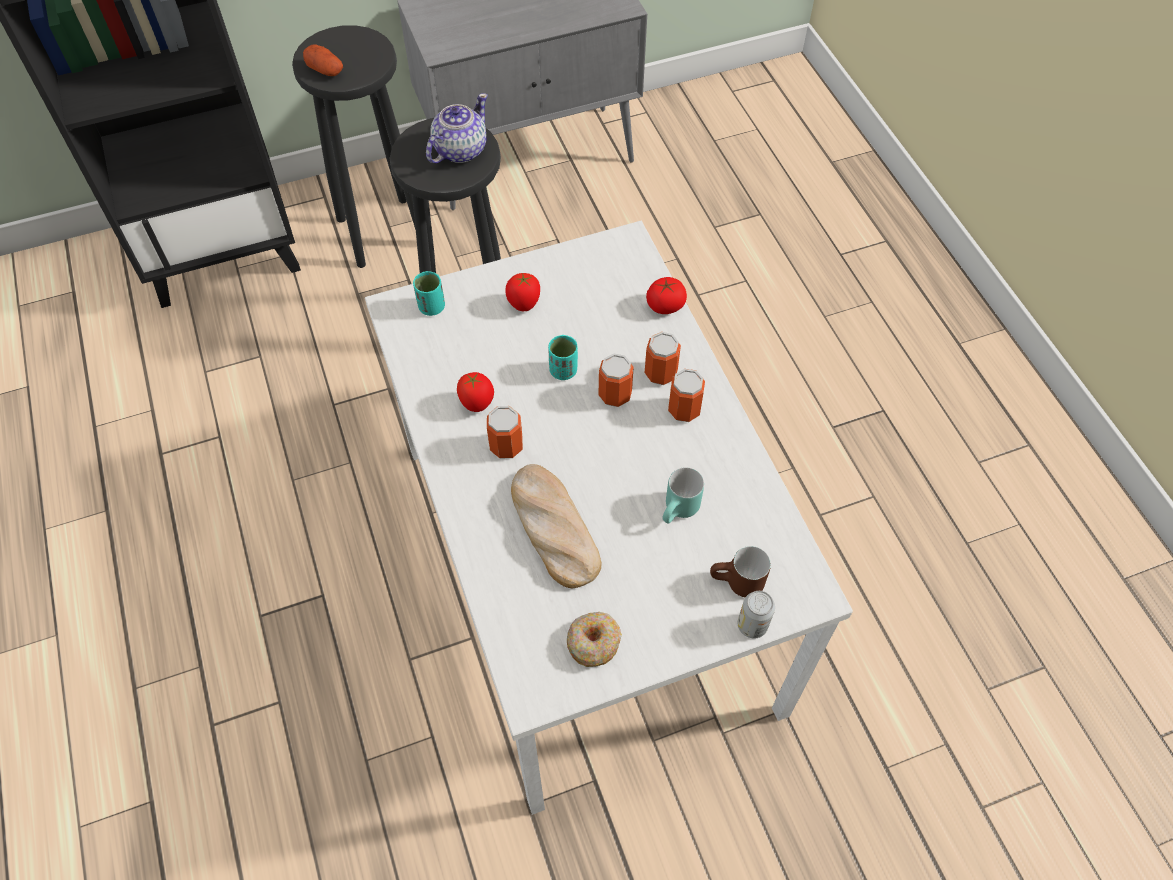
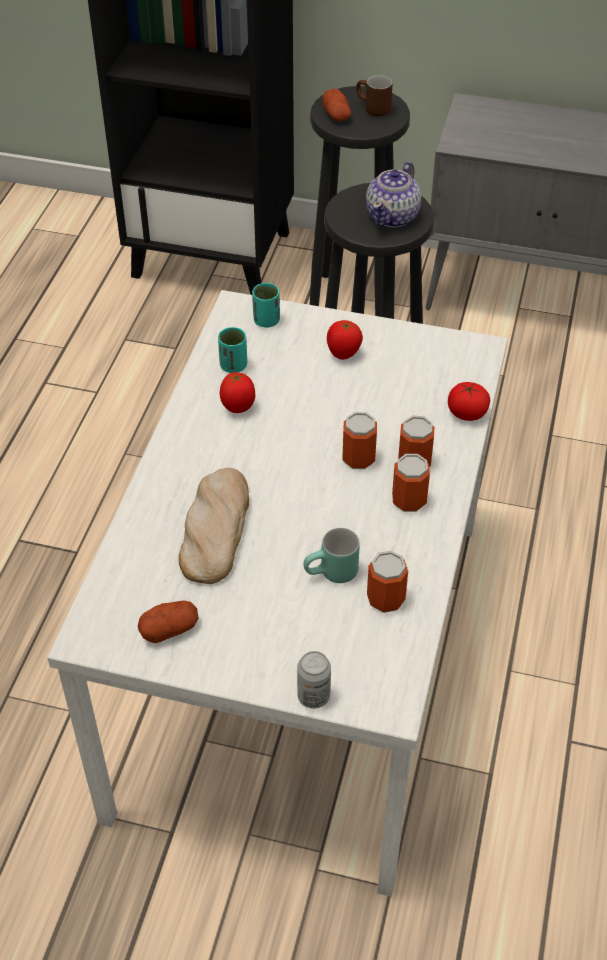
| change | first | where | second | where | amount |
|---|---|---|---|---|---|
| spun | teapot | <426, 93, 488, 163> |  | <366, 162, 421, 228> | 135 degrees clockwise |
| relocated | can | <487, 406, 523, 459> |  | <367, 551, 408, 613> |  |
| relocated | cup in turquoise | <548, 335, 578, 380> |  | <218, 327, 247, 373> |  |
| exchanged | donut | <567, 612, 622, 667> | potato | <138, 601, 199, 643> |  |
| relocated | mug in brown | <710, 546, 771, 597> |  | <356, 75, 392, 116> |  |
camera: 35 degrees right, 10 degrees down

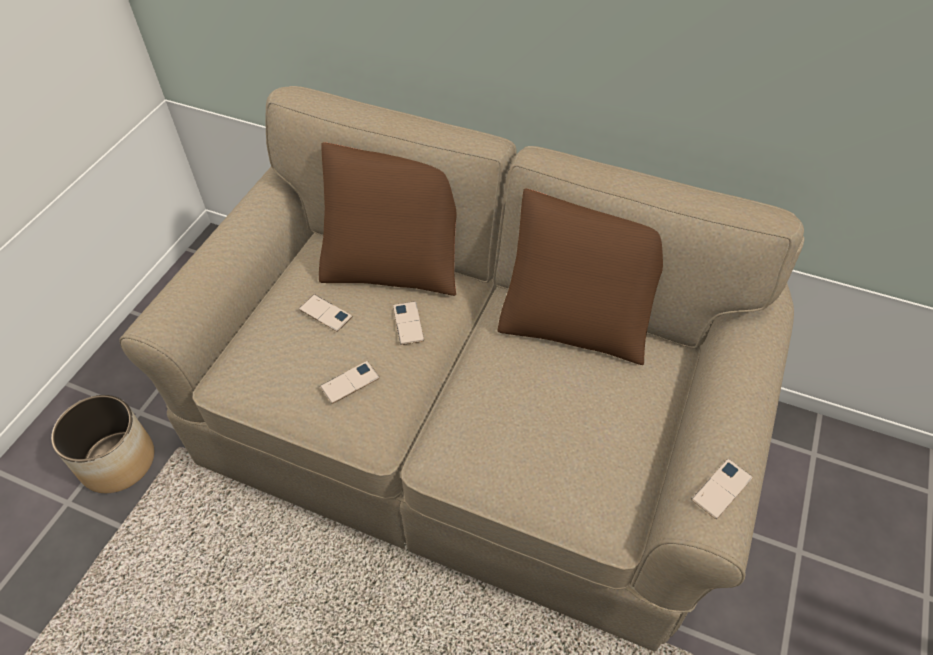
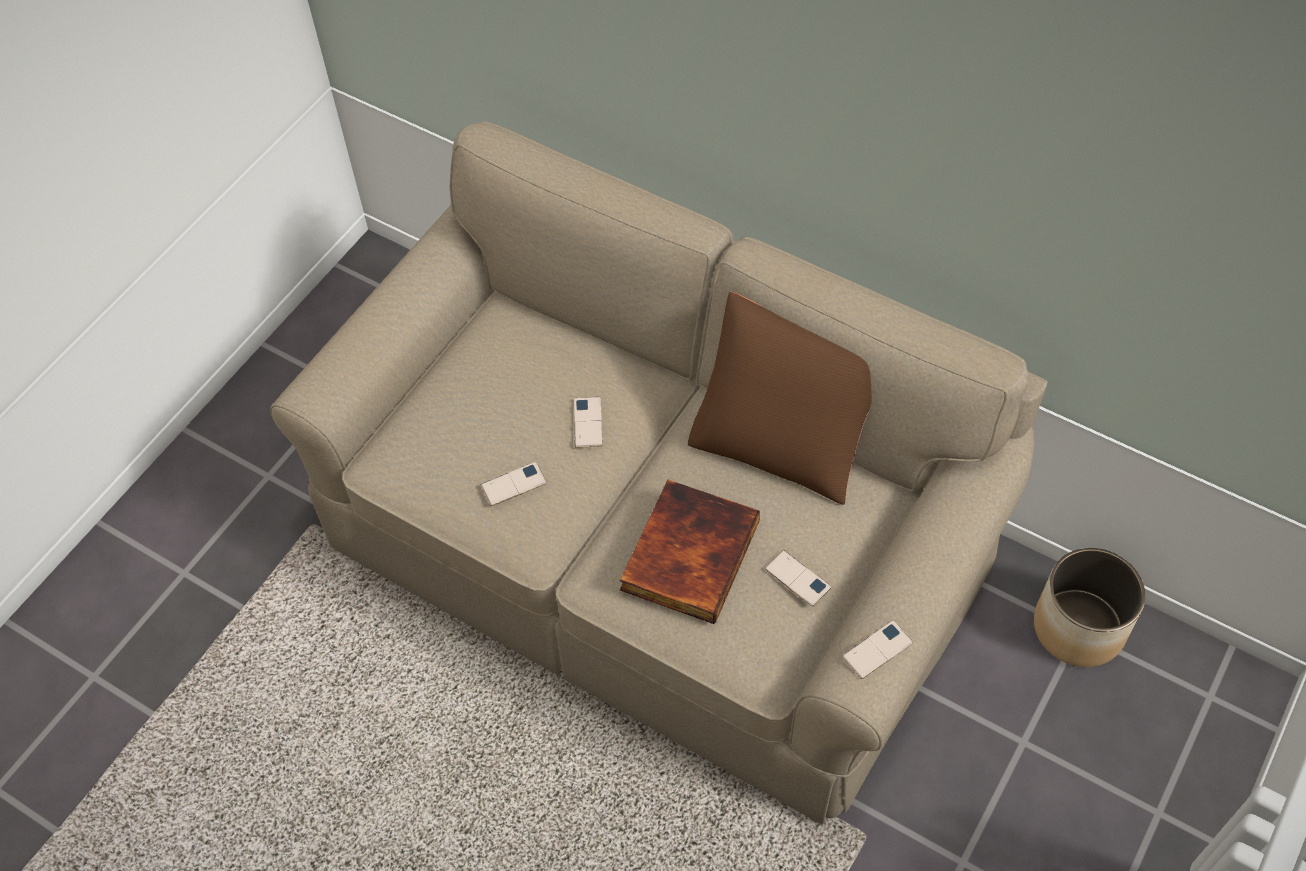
| change | first | where | second | where | amount |
|---|---|---|---|---|---|
| relocated | planter | <51, 395, 154, 493> |  | <1034, 548, 1145, 667> |  |
| relocated | phone | <299, 294, 353, 332> |  | <765, 550, 831, 607> |  |
| missing | pillow in brown | <319, 142, 457, 296> |  |  |  |
| appeared |  |  | book | <620, 480, 760, 624> |  |
camera: 10 degrees right, 5 degrees up

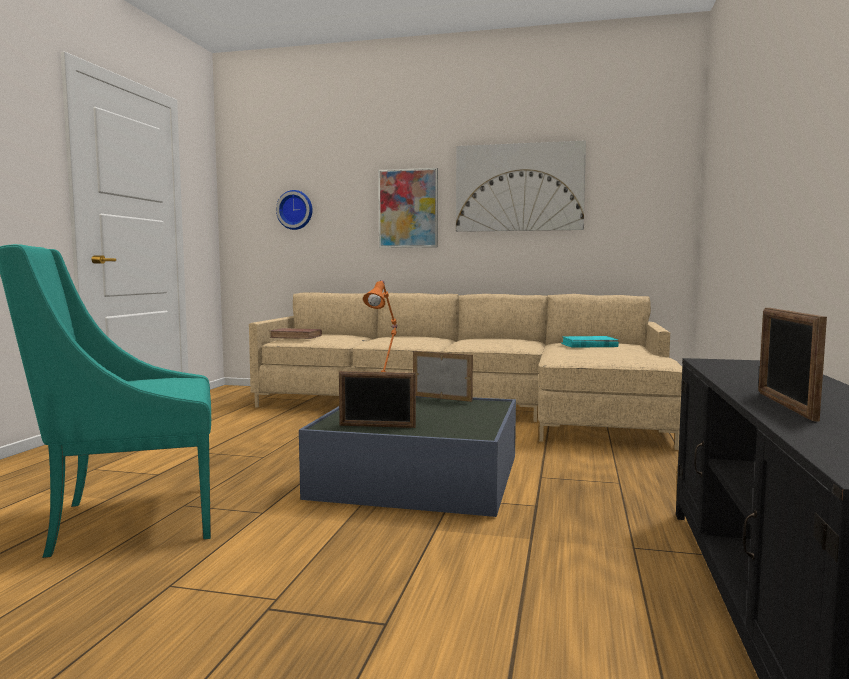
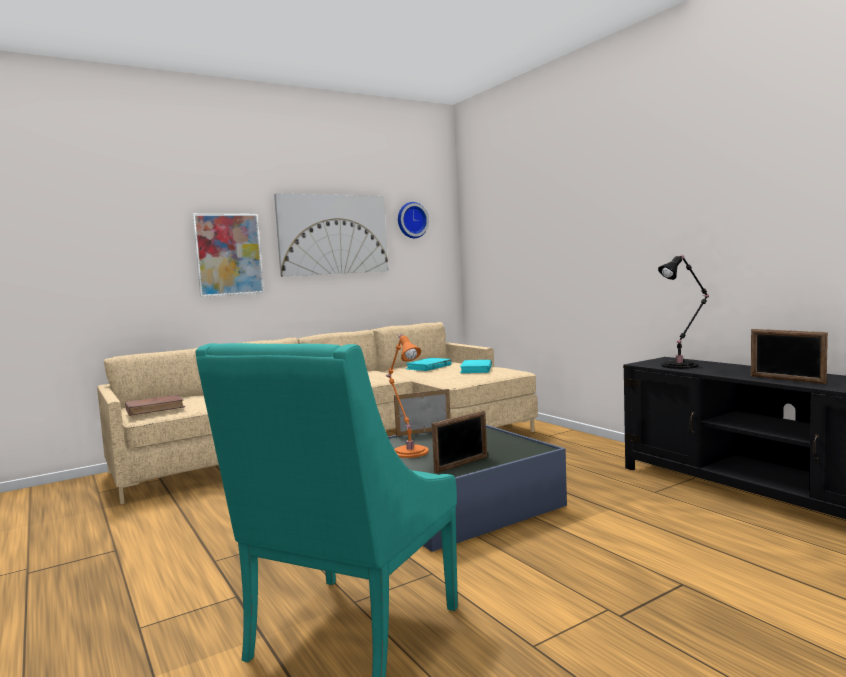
| change | first | where | second | where | amount |
|---|---|---|---|---|---|
| relocated | wall clock | <276, 190, 312, 230> |  | <398, 202, 429, 238> |  |
| appeared |  |  | book in turquoise | <460, 360, 492, 373> |  |
| appeared |  |  | table lamp in black | <658, 255, 709, 369> |  |
camera: 45 degrees left, 0 degrees up

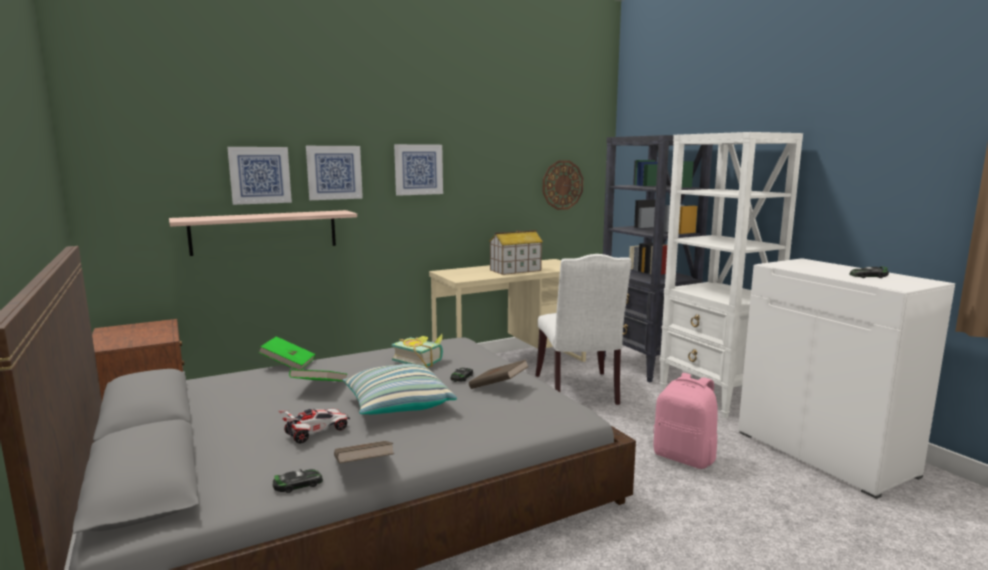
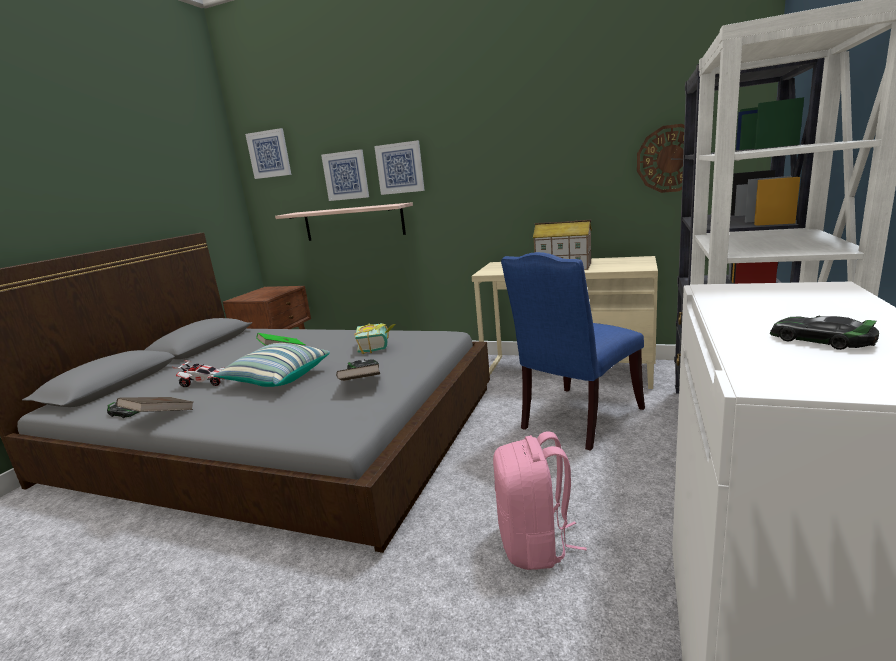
| change | first | where | second | where | amount |
|---|---|---|---|---|---|
| missing | book in green | <258, 336, 315, 370> |  |  |  |
| relocated | picture | <394, 144, 443, 196> |  | <245, 128, 291, 179> |  |
| colour | chair in white | <535, 254, 632, 405> | chair in blue | <501, 252, 645, 451> |  |
camera: 50 degrees right, 5 degrees up

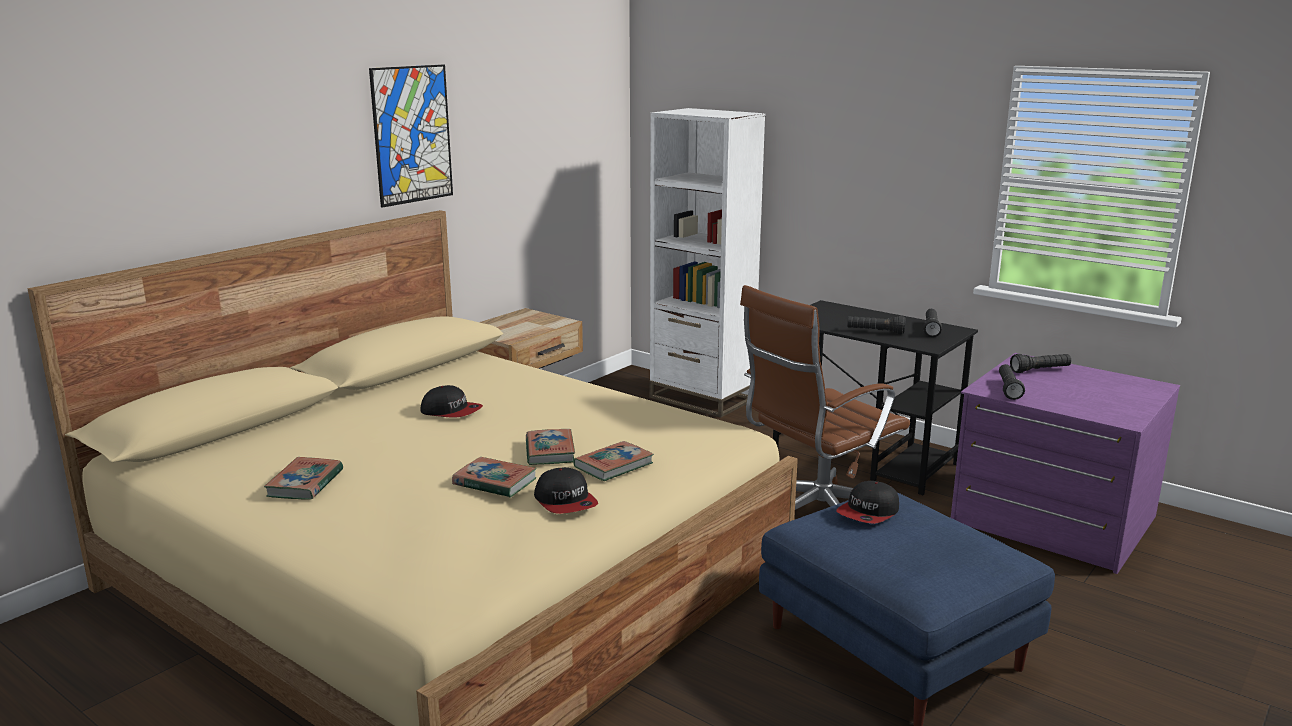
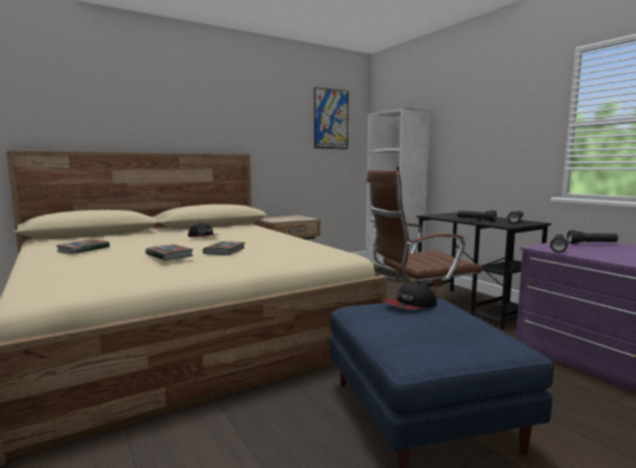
| change | first | where | second | where | amount |
|---|---|---|---|---|---|
| relocated | picture | <369, 64, 453, 208> |  | <314, 87, 348, 149> |  |
| missing | cap | <534, 467, 598, 514> |  |  |  |
| missing | book | <573, 441, 654, 481> |  |  |  |
camera: 20 degrees right, 10 degrees down

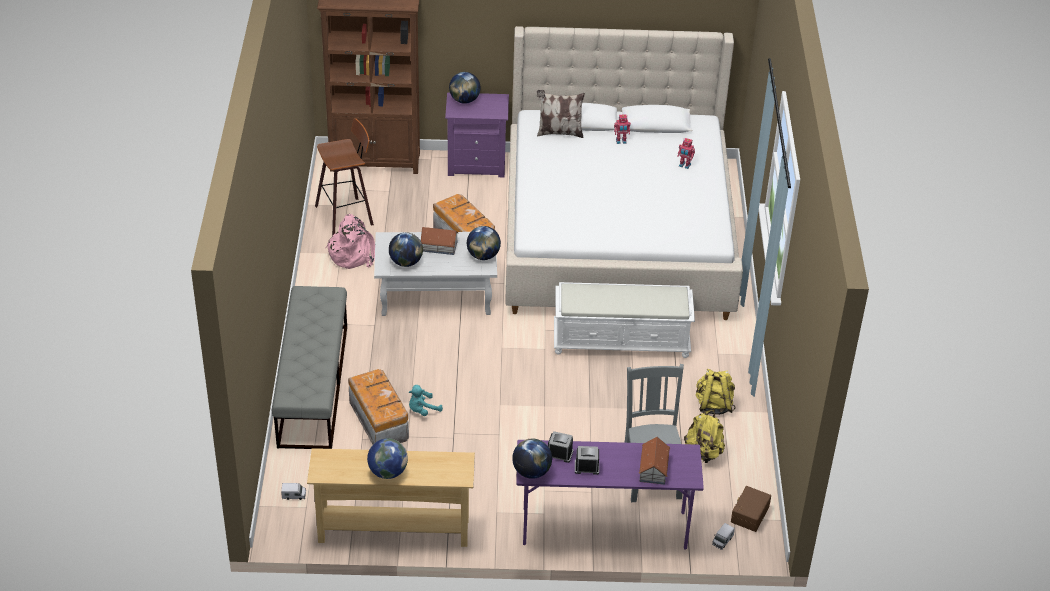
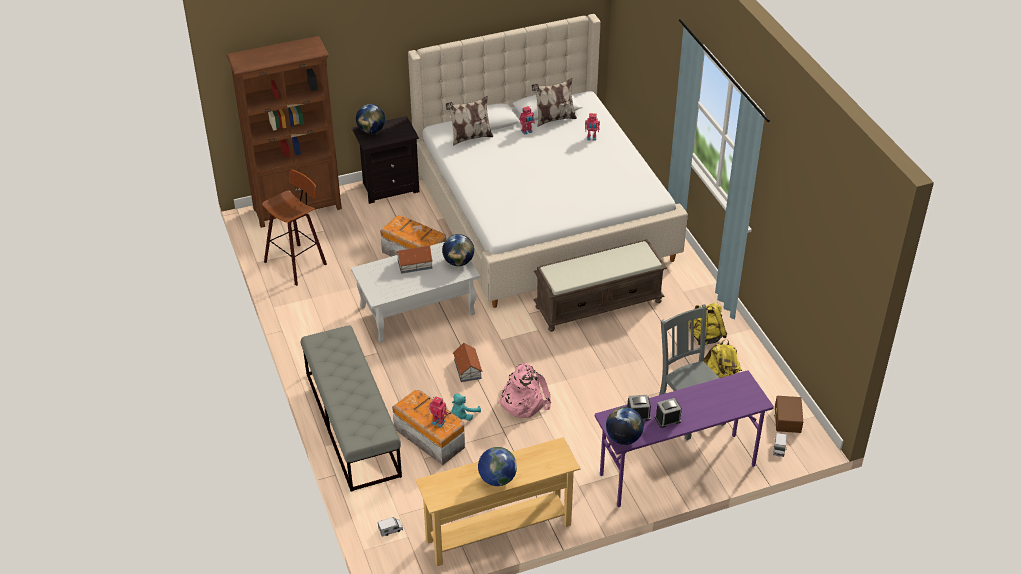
| change | first | where | second | where | amount |
|---|---|---|---|---|---|
| relocated | backpack in pink | <325, 214, 375, 269> |  | <498, 363, 551, 418> |  |
| missing | globe | <389, 232, 423, 267> |  |  |  |
| colour | nightstand in purple | <445, 92, 509, 177> | nightstand in black | <352, 116, 419, 204> |  |
| colour | bench in white | <554, 282, 695, 358> | bench in brown | <533, 239, 667, 332> |  |
| relocated | toy house | <639, 437, 670, 485> |  | <453, 343, 482, 382> |  |
| appeared |  |  | toy robot | <429, 396, 448, 427> |  |
| appeared |  |  | pillow | <532, 78, 577, 127> |  |
camera: 20 degrees left, 0 degrees up

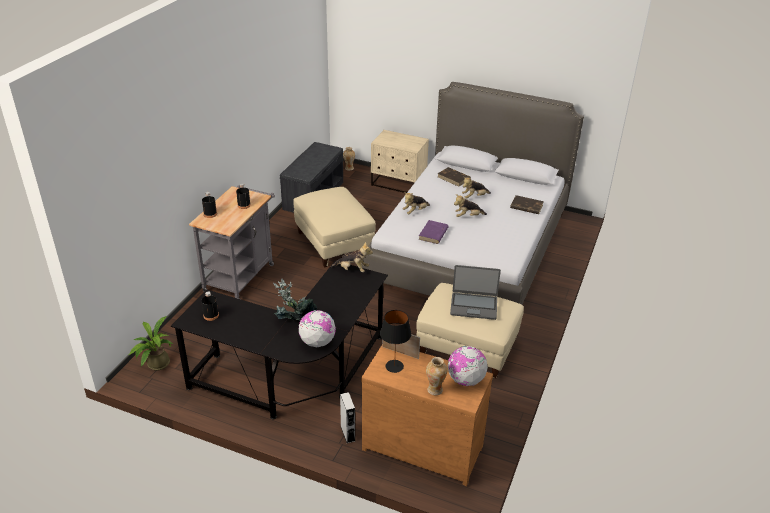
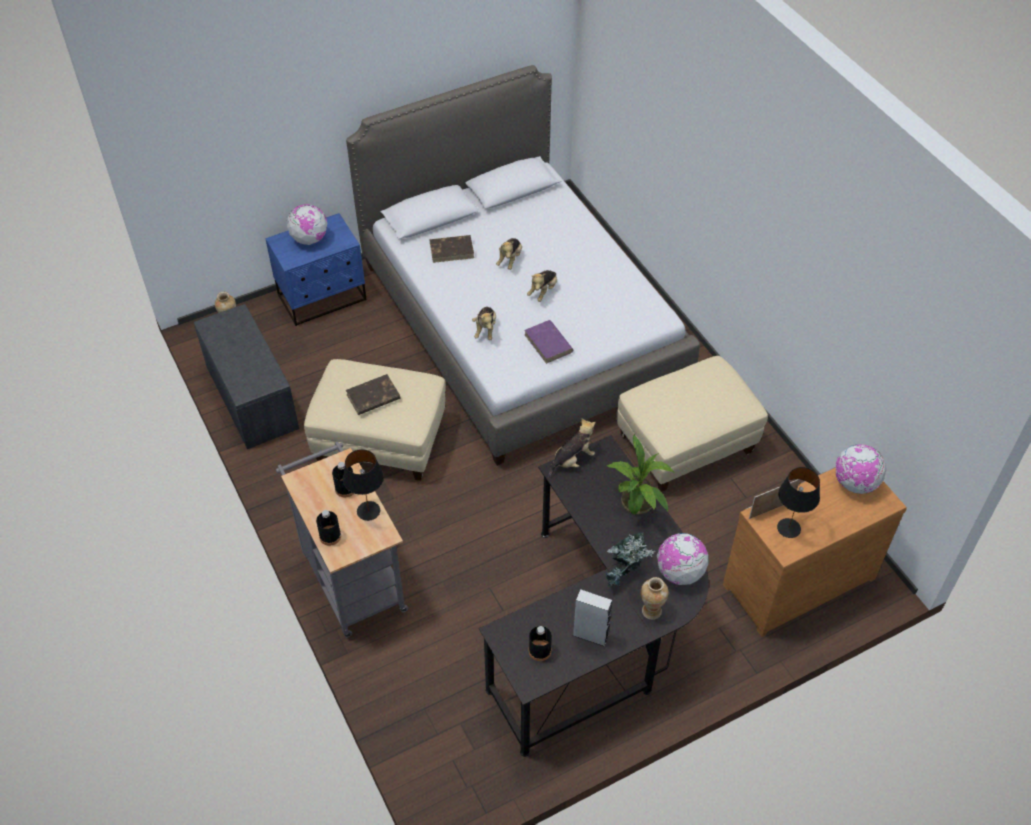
| change | first | where | second | where | amount |
|---|---|---|---|---|---|
| relocated | potted plant | <129, 316, 173, 371> |  | <606, 434, 674, 515> |  |
| relocated | speaker in grey | <340, 392, 355, 443> |  | <572, 589, 612, 647> |  |
| colour | nightstand in beige | <371, 130, 429, 193> | nightstand in blue | <265, 213, 367, 326> |  |
| relocated | vase | <426, 357, 447, 395> |  | <641, 577, 669, 620> |  |
| missing | laptop | <450, 265, 501, 320> |  |  |  |
| relocated | book in brown | <510, 195, 544, 214> |  | <346, 374, 401, 415> |  |
| appeared |  |  | globe | <287, 204, 327, 245> |  |
| appeared |  |  | table lamp in black | <343, 449, 384, 521> |  |
camera: 50 degrees left, 15 degrees up

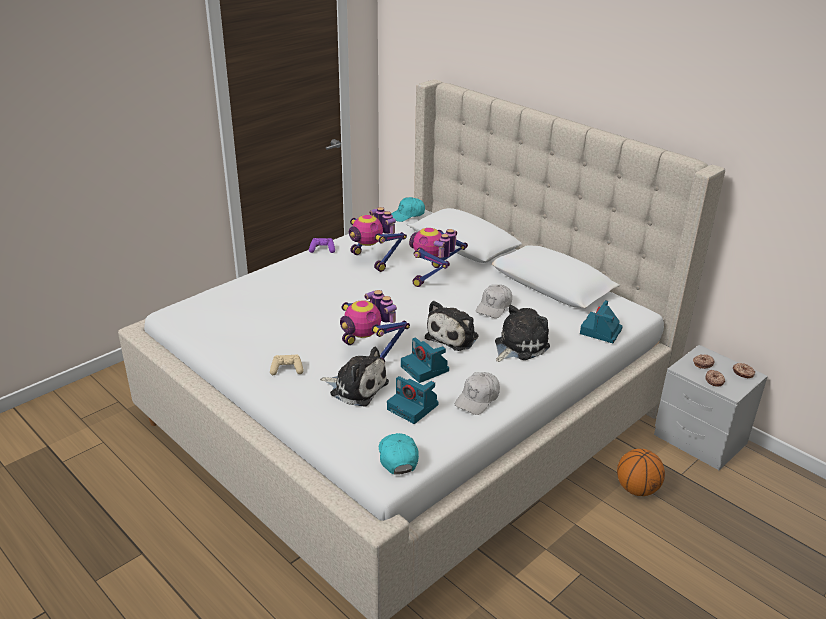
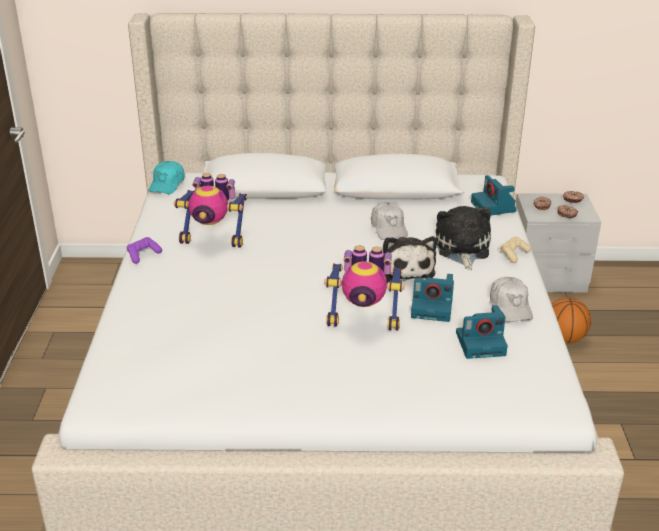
| change | first | where | second | where | amount |
|---|---|---|---|---|---|
| relocated | game controller in beige | <270, 354, 304, 375> |  | <500, 237, 531, 263> |  |
| missing | plush toy | <320, 347, 389, 406> |  |  |  |
| missing | cap in turquoise | <379, 433, 419, 475> |  |  |  |
| missing | toy robot | <409, 228, 468, 287> |  |  |  |
camera: 45 degrees left, 0 degrees up

